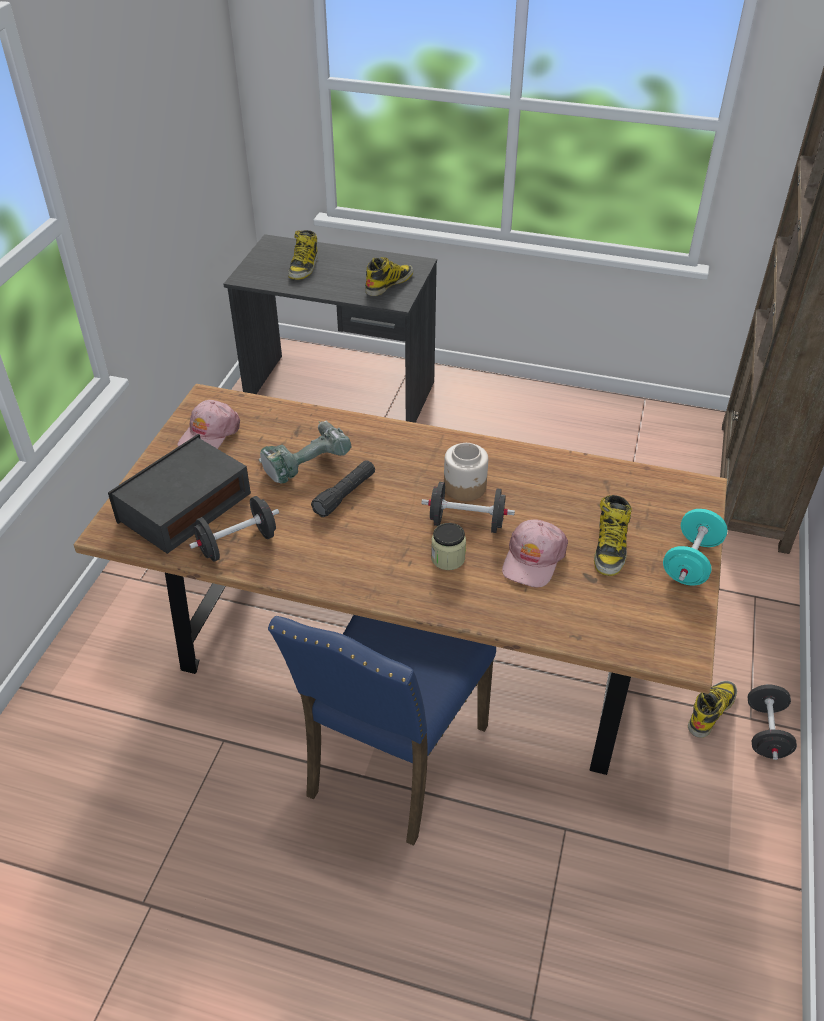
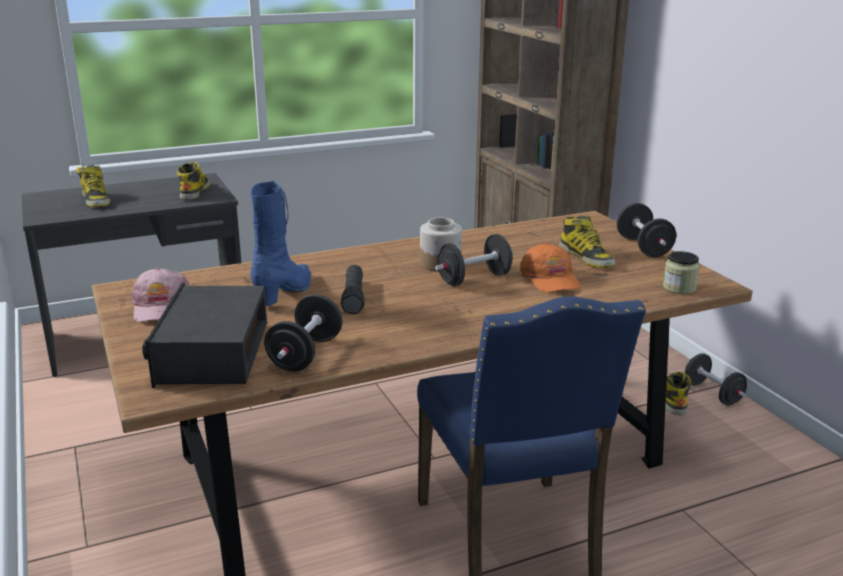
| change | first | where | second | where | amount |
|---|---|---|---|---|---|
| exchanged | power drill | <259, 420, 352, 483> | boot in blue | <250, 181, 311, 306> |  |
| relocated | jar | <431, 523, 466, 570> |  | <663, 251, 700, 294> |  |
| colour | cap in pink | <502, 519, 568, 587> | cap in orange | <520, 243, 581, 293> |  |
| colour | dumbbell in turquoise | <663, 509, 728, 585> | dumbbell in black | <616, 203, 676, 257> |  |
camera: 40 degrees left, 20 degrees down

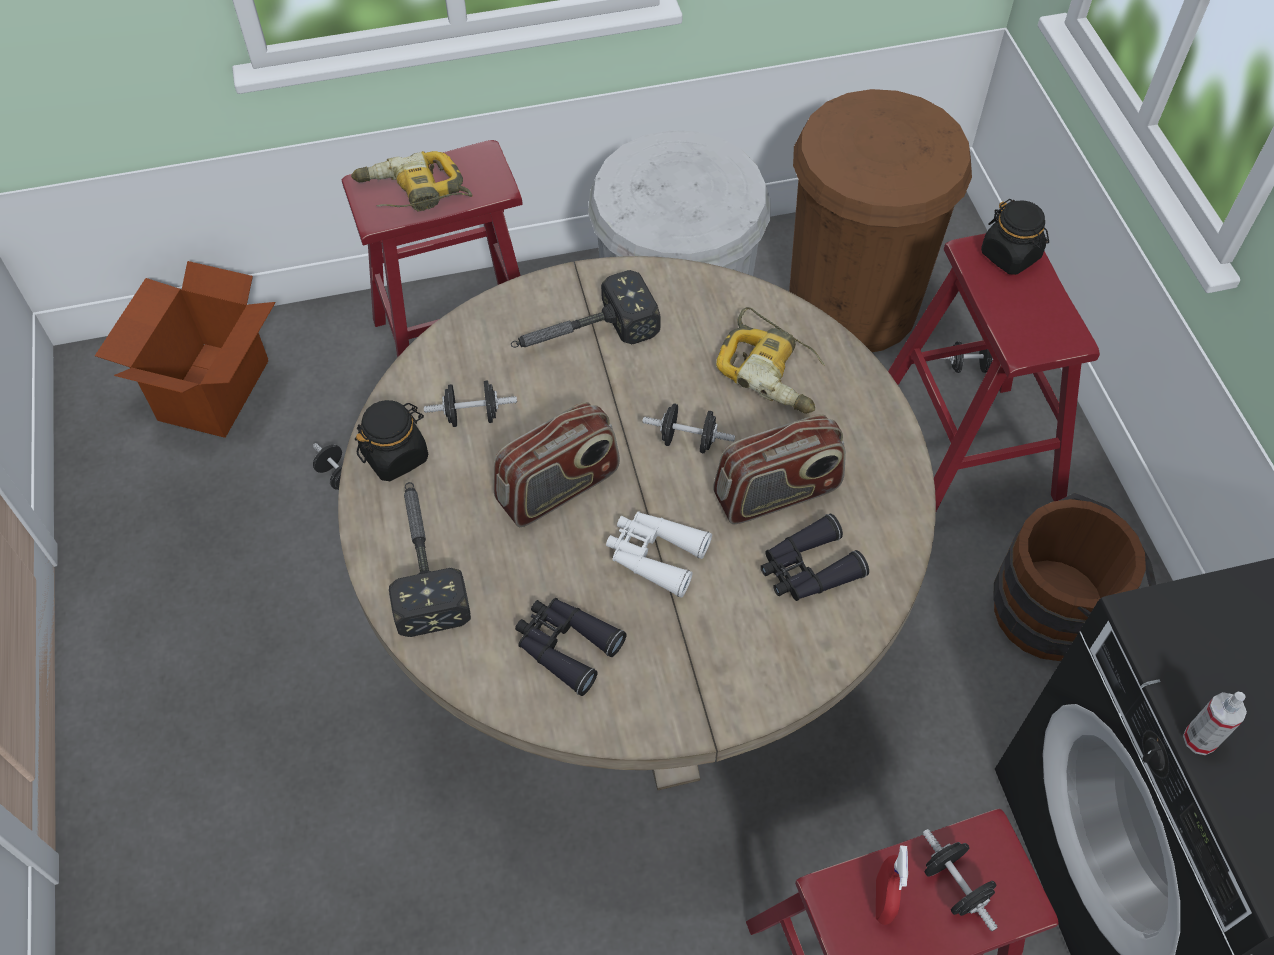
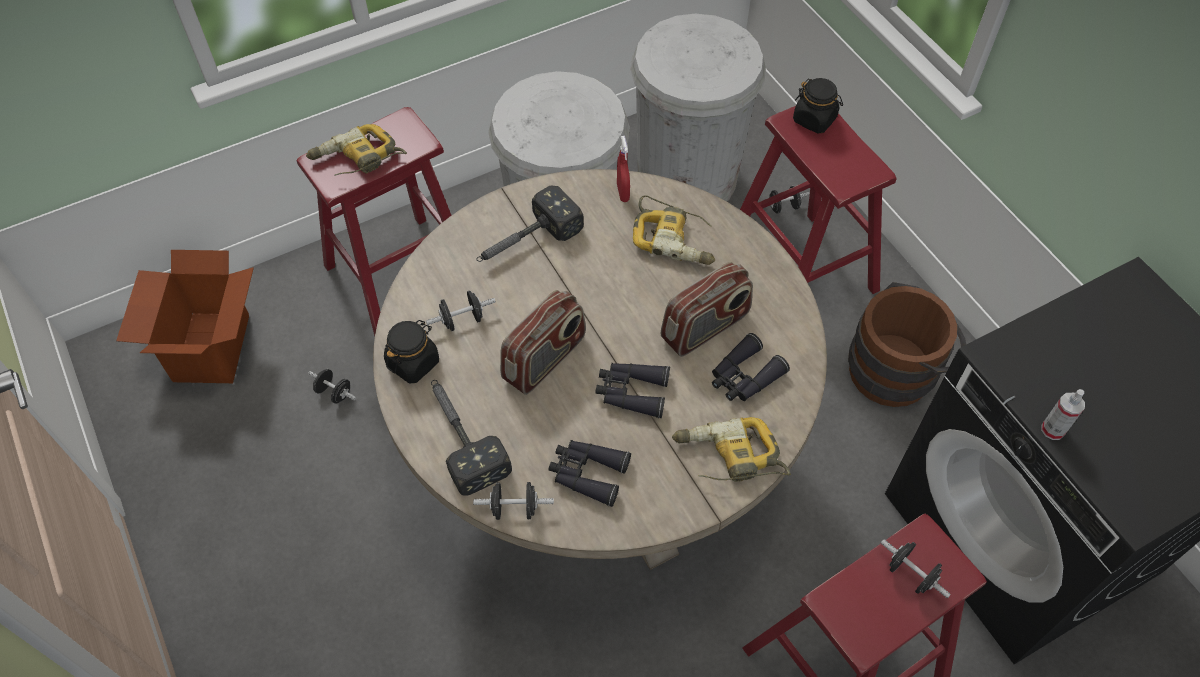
| change | first | where | second | where | amount |
|---|---|---|---|---|---|
| colour | binoculars in white | <606, 511, 712, 598> | binoculars in black | <595, 363, 670, 418> |  |
| relocated | dumbbell in black | <642, 404, 735, 453> |  | <473, 482, 554, 520> |  |
| colour | trash can in brown | <789, 89, 972, 352> | trash can in white | <630, 14, 766, 202> |  |
| relocated | spray bottle in red | <876, 845, 908, 925> |  | <617, 136, 630, 202> |  |
| appeared |  |  | power drill | <672, 417, 791, 482> |  |
camera: 15 degrees left, 0 degrees up

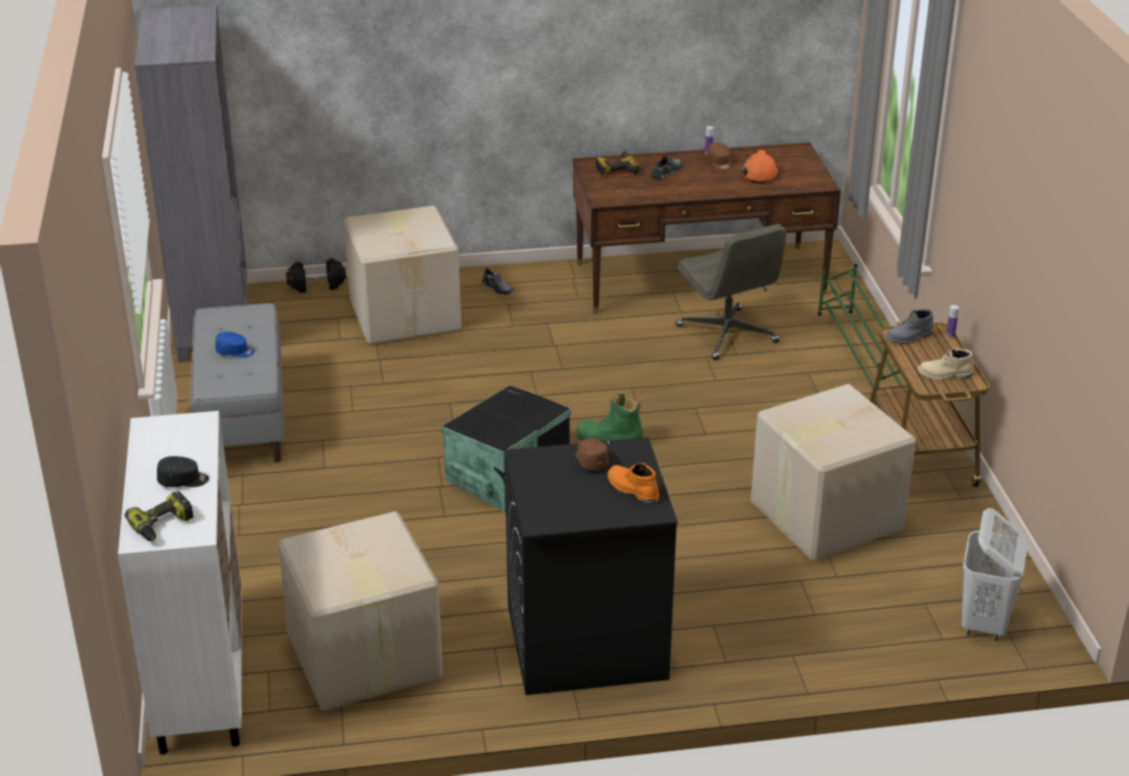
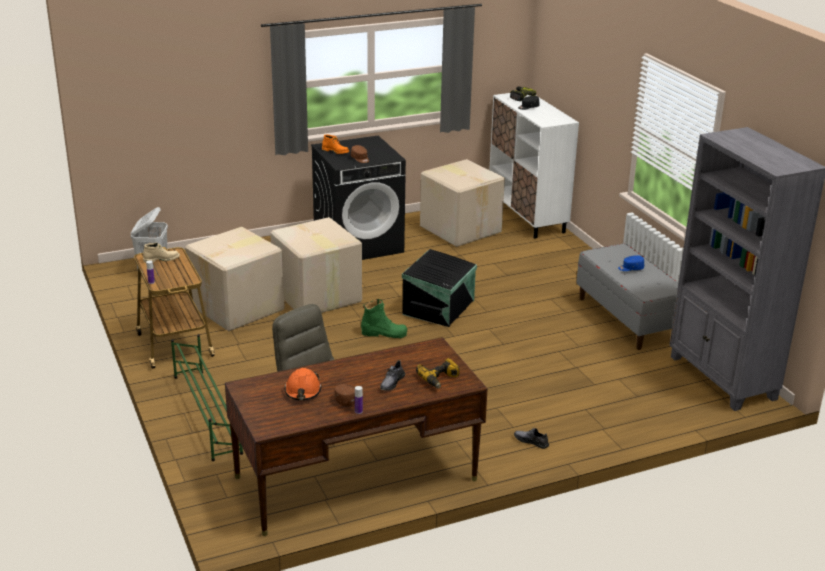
| change | first | where | second | where | amount |
|---|---|---|---|---|---|
| missing | dumbbell in black | <286, 258, 346, 293> |  |  |  |
| relocated | cardboard box | <344, 206, 461, 344> |  | <270, 217, 362, 313> |  |
| missing | boot in grey | <886, 309, 934, 344> |  |  |  |
camera: 165 degrees right, 5 degrees down

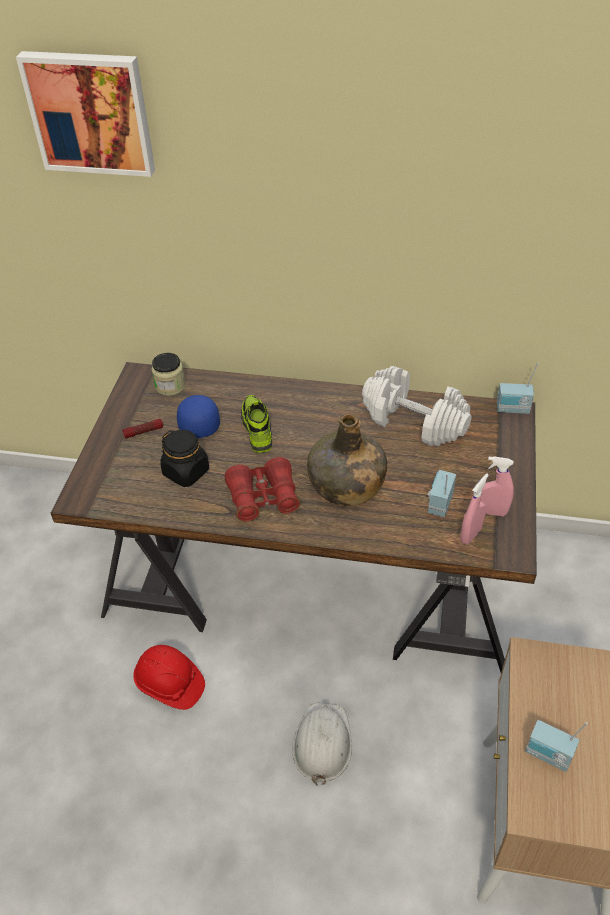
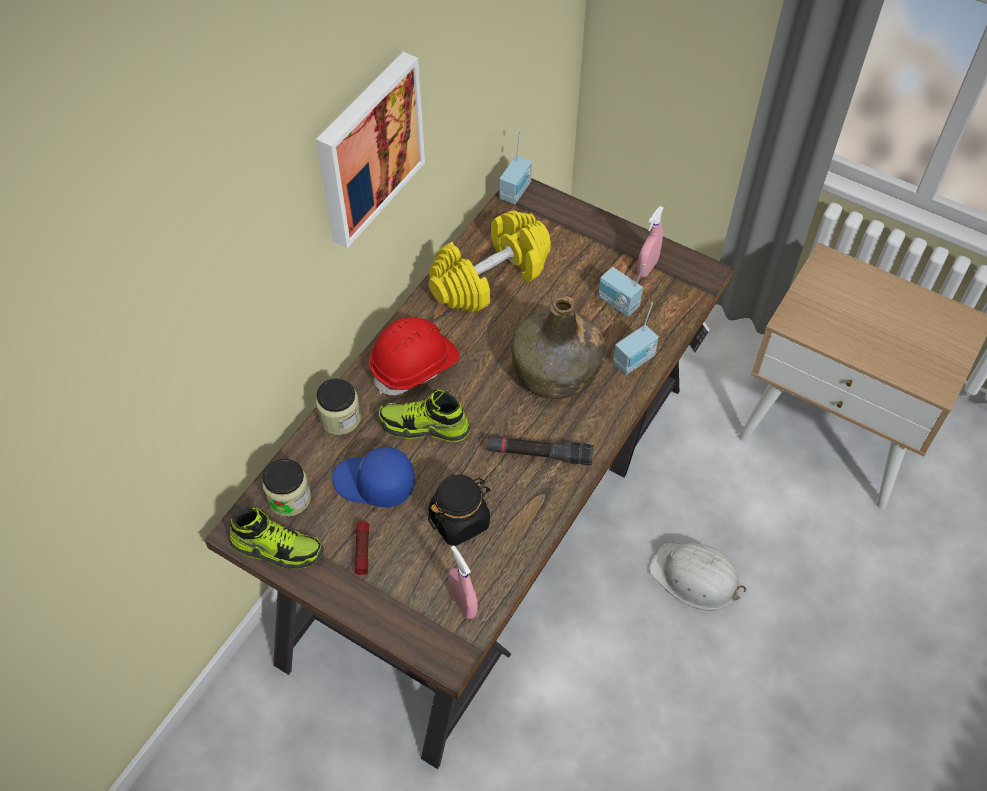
| change | first | where | second | where | amount |
|---|---|---|---|---|---|
| relocated | picture | <16, 51, 155, 177> |  | <316, 52, 425, 248> |  |
| relocated | hard hat in red | <133, 645, 205, 710> |  | <369, 317, 460, 395> |  |
| exchanged | binoculars in red | <225, 457, 301, 522> | flashlight in black | <486, 435, 594, 465> |  |
| colour | dumbbell in white | <362, 366, 472, 447> | dumbbell in yellow | <429, 210, 551, 313> |  |
| relocated | spray bottle in pink | <460, 474, 489, 545> |  | <448, 546, 478, 619> |  |
| relocated | radio | <525, 720, 588, 772> |  | <613, 302, 659, 375> |  |
| appeared |  |  | shoe | <229, 506, 324, 569> |  |
| appeared |  |  | jar | <316, 378, 361, 435> |  |
camera: 70 degrees left, 10 degrees up

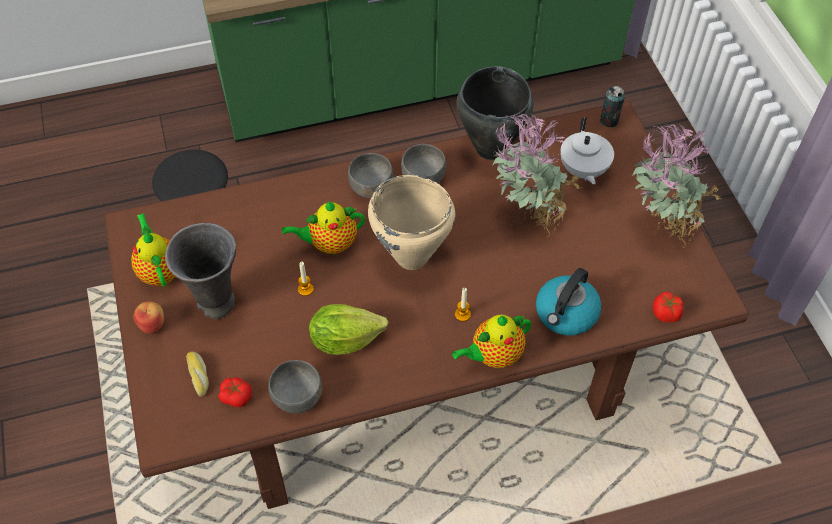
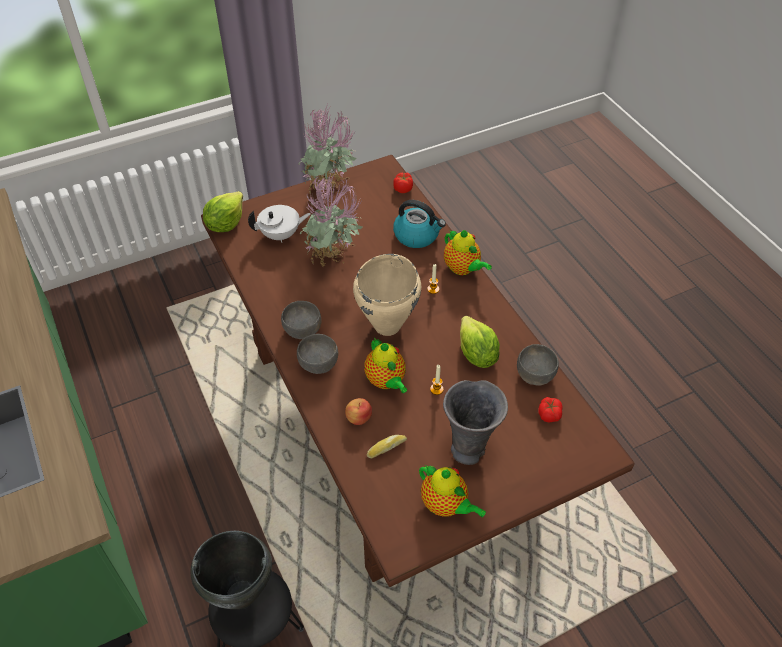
| change | first | where | second | where | amount |
|---|---|---|---|---|---|
| spun | teapot | <131, 213, 175, 287> |  | <419, 465, 486, 517> | 105 degrees counterclockwise |
| relocated | apple | <134, 301, 164, 334> |  | <345, 398, 372, 425> |  |
| relocated | bread | <186, 351, 209, 397> |  | <367, 435, 407, 458> |  |
| relocated | cooking pot in black | <457, 66, 534, 160> |  | <190, 531, 272, 609> |  |
| exchanged | can | <600, 86, 625, 128> | lettuce | <203, 191, 243, 232> |  |
camera: 100 degrees left, 5 degrees down

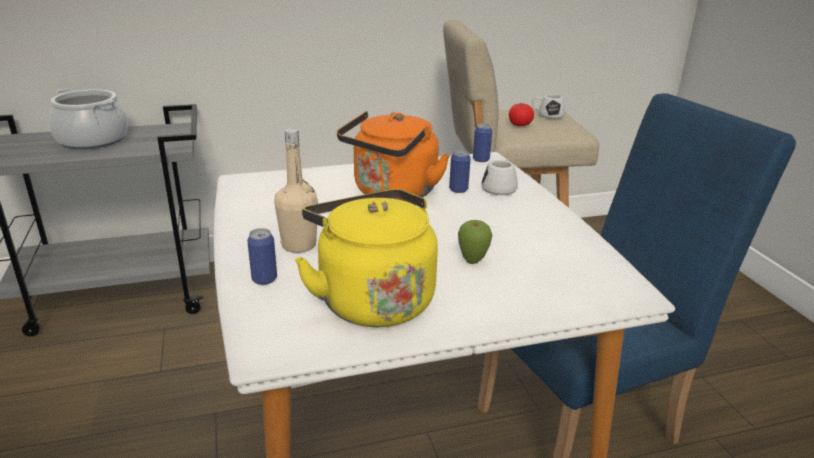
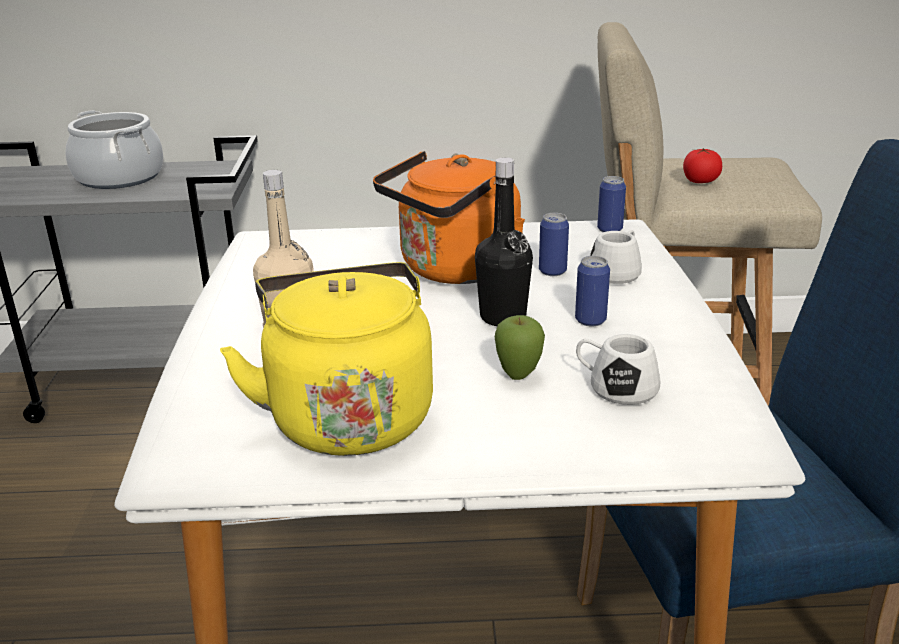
| change | first | where | second | where | amount |
|---|---|---|---|---|---|
| relocated | can | <247, 228, 277, 285> |  | <575, 256, 610, 326> |  |
| relocated | mug in white | <532, 94, 565, 119> |  | <576, 334, 660, 405> |  |
| appeared |  |  | bottle in black | <475, 157, 533, 326> |  |
camera: 15 degrees right, 0 degrees up

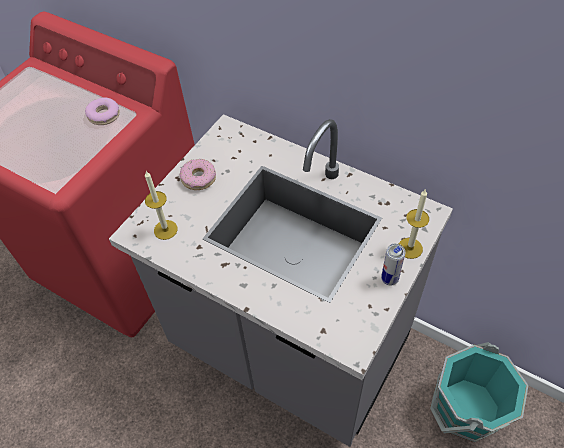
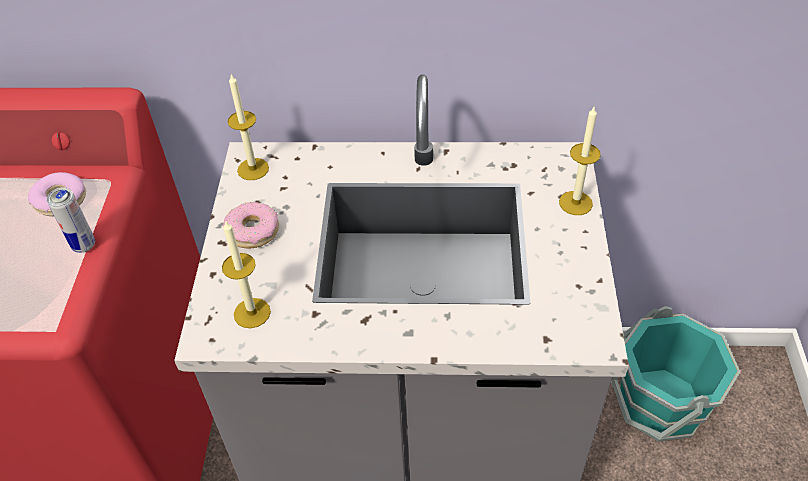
| change | first | where | second | where | amount |
|---|---|---|---|---|---|
| relocated | can | <381, 243, 405, 286> |  | <47, 187, 95, 253> |  |
| appeared |  |  | candle | <228, 74, 269, 180> |  |
camera: 30 degrees left, 5 degrees down

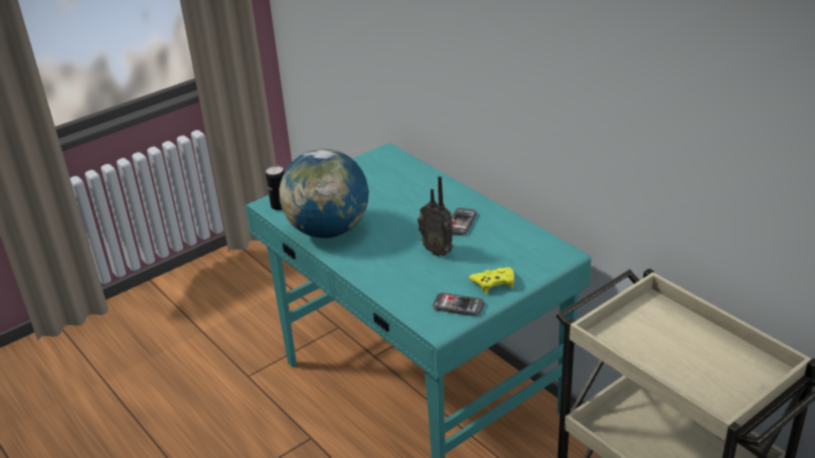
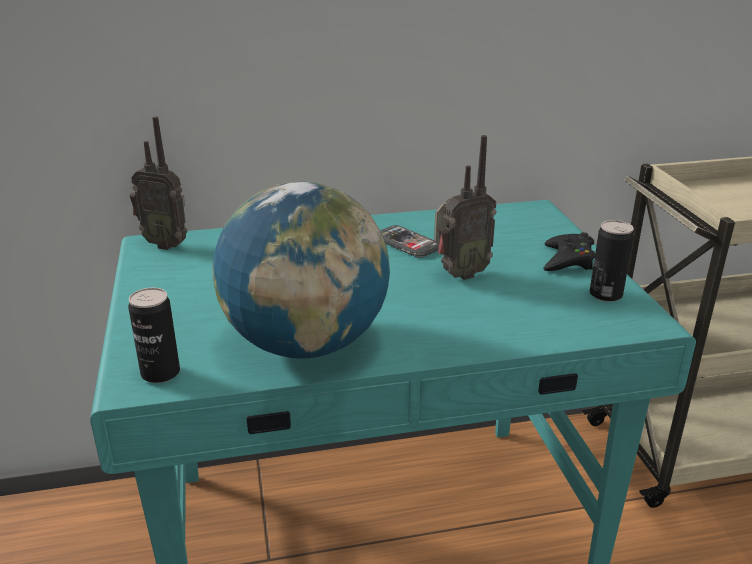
| change | first | where | second | where | amount |
|---|---|---|---|---|---|
| exchanged | phone | <433, 293, 484, 316> | can | <589, 220, 634, 302> |  |
| colour | game controller in yellow | <469, 267, 514, 294> | game controller in black | <543, 232, 595, 271> |  |
| appeared |  |  | radio | <130, 116, 188, 250> |  |
camera: 65 degrees left, 5 degrees down

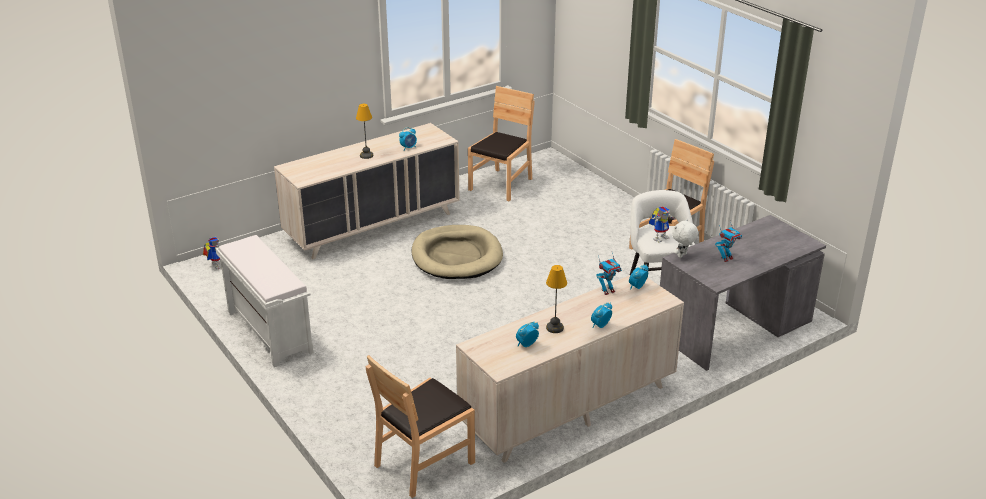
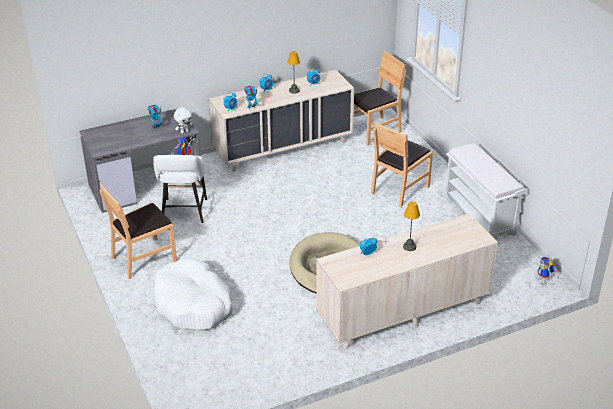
| change | first | where | second | where | amount |
|---|---|---|---|---|---|
| relocated | chair in brown | <468, 86, 535, 201> |  | <371, 122, 433, 207> |  |
| appeared |  |  | dog bed in white | <154, 258, 233, 330> |  |
camera: 170 degrees left, 5 degrees up

